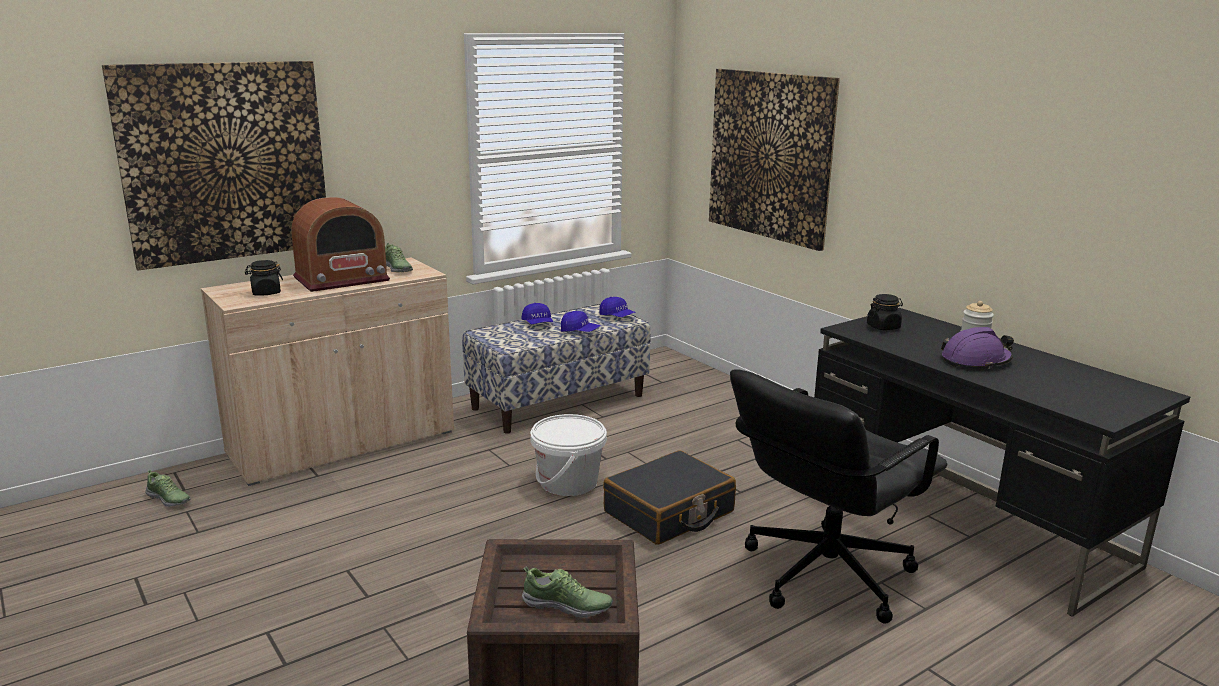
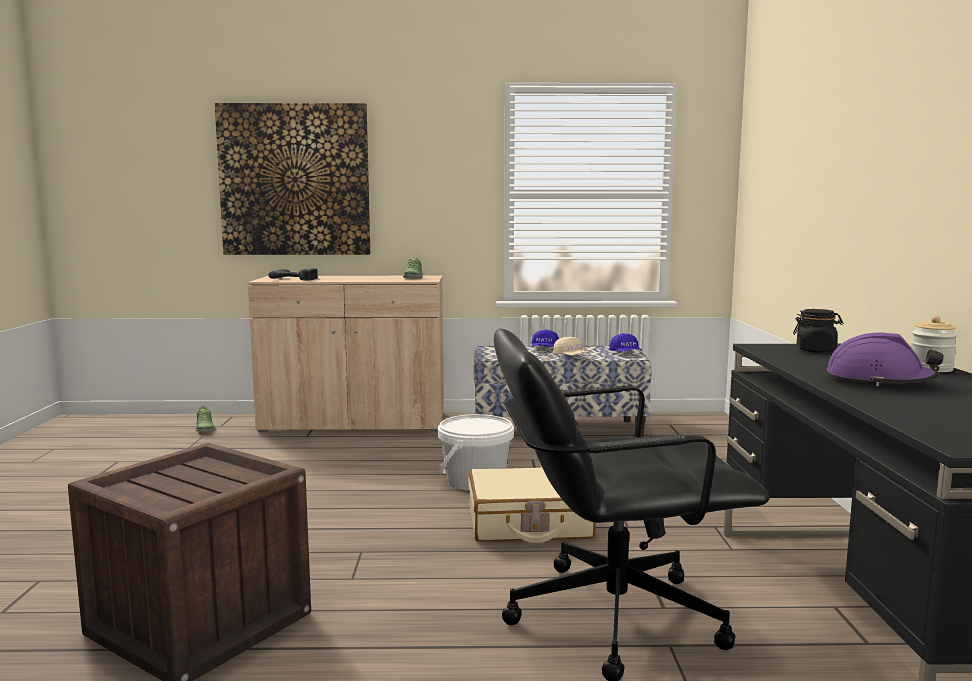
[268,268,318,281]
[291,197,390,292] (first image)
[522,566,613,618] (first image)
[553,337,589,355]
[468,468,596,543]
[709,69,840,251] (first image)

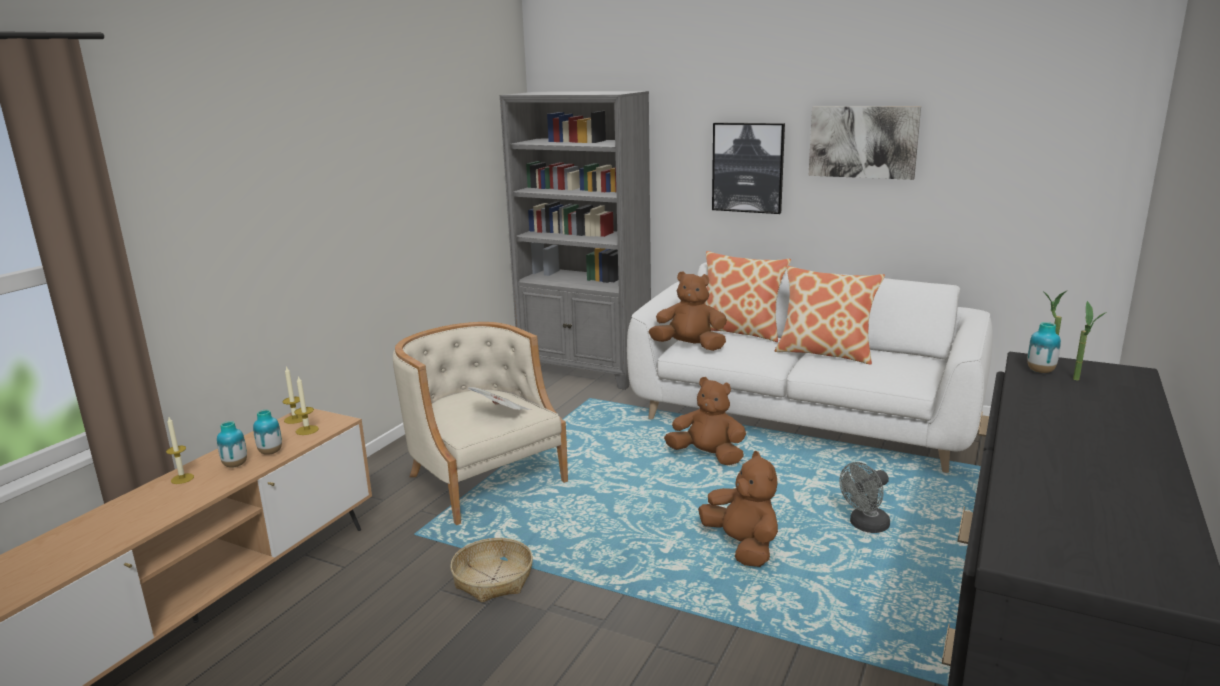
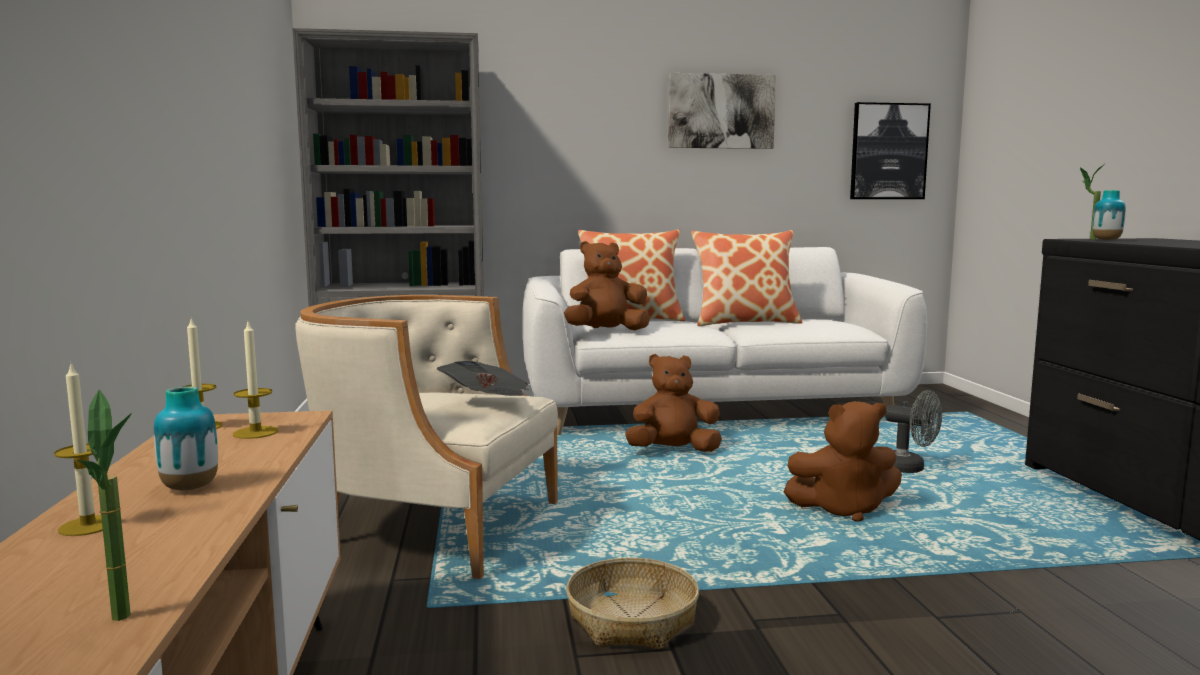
[253,410,282,455] (first image)
[784,401,902,522]
[850,102,931,199]
[885,390,942,473]
[77,390,132,621]

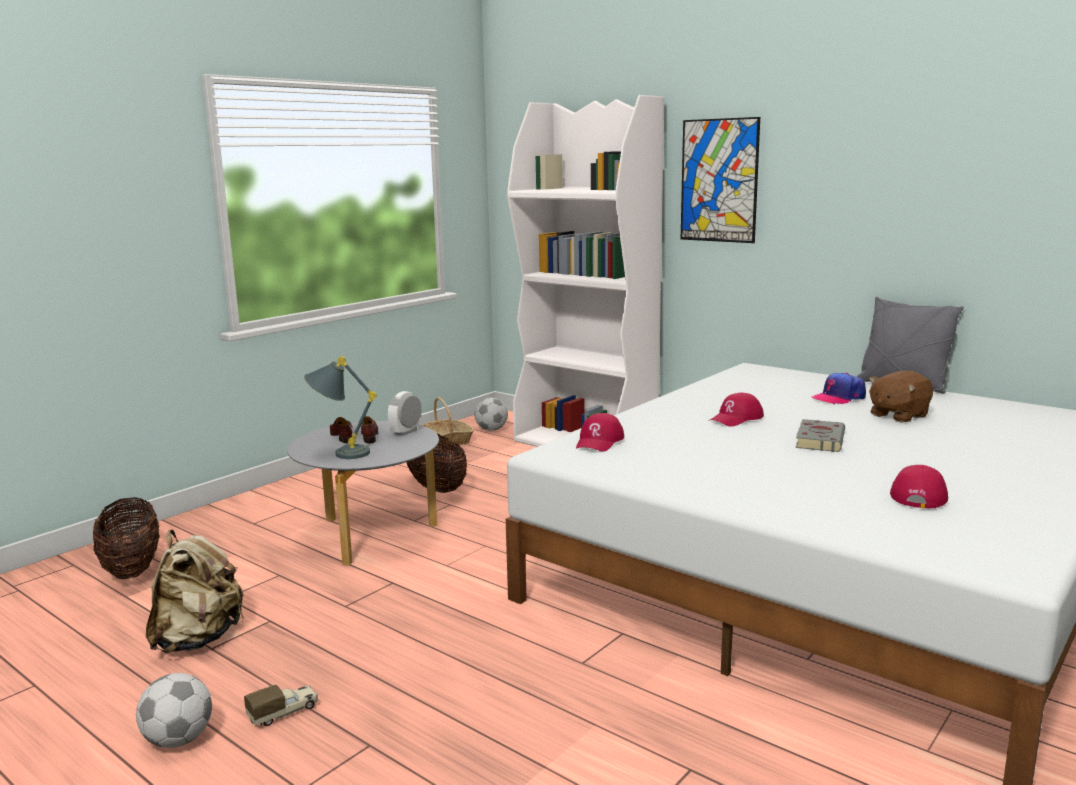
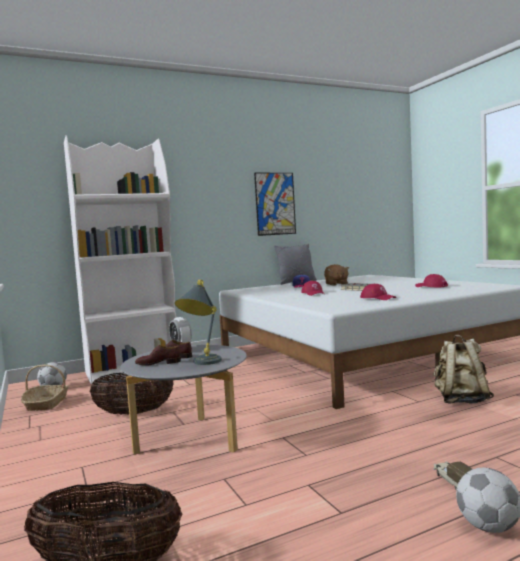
[434,335,494,404]
[360,284,396,300]
[254,173,296,236]

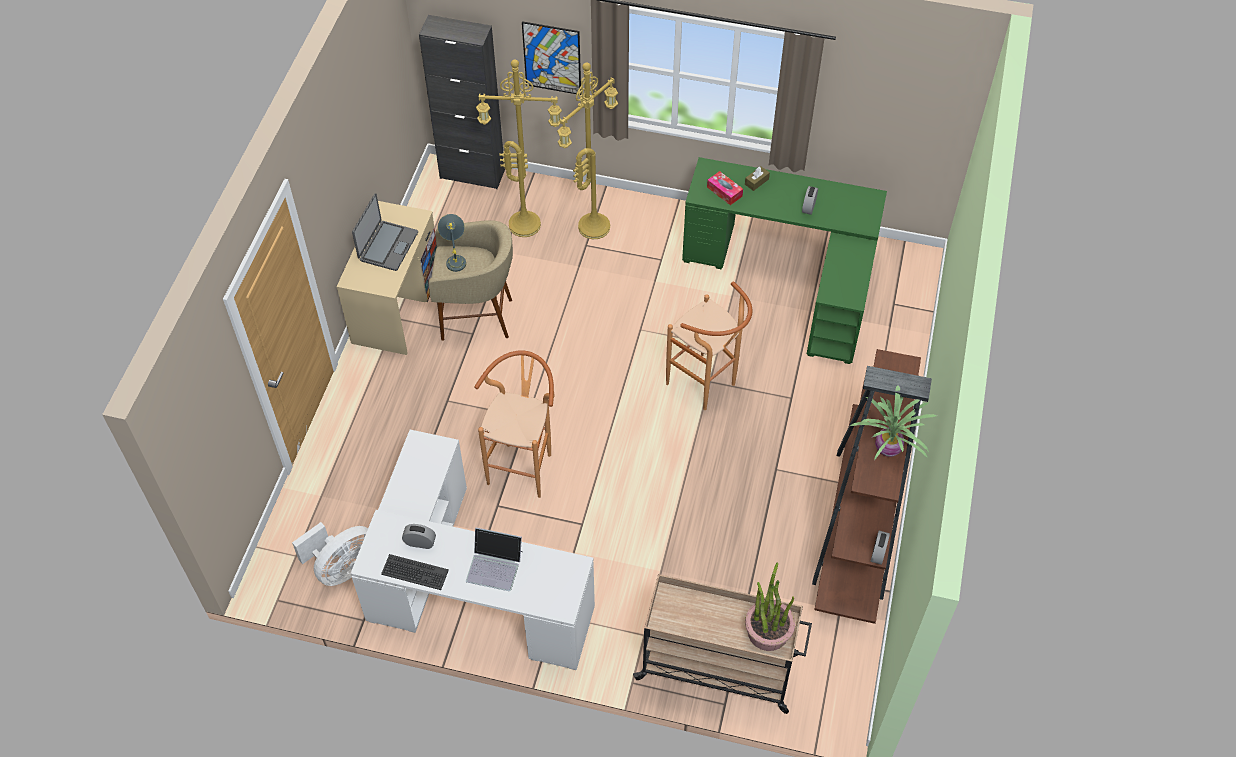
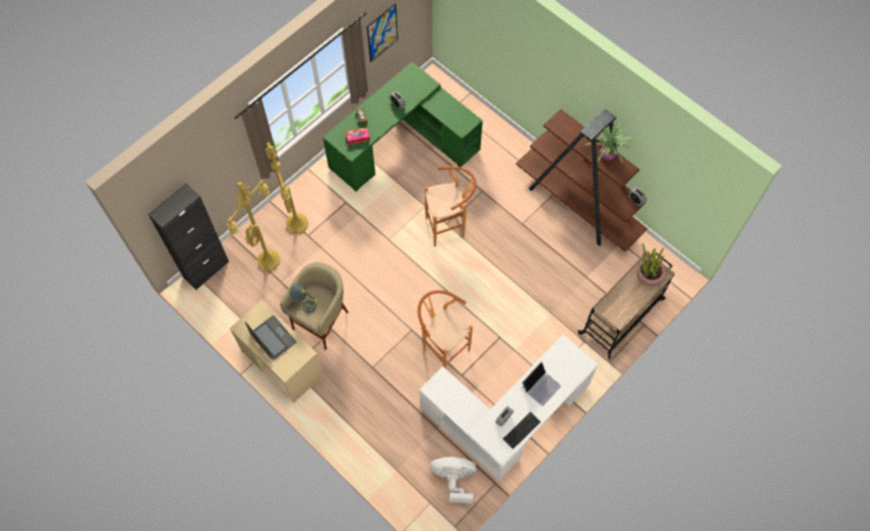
[430,457,476,503]
[367,4,398,62]

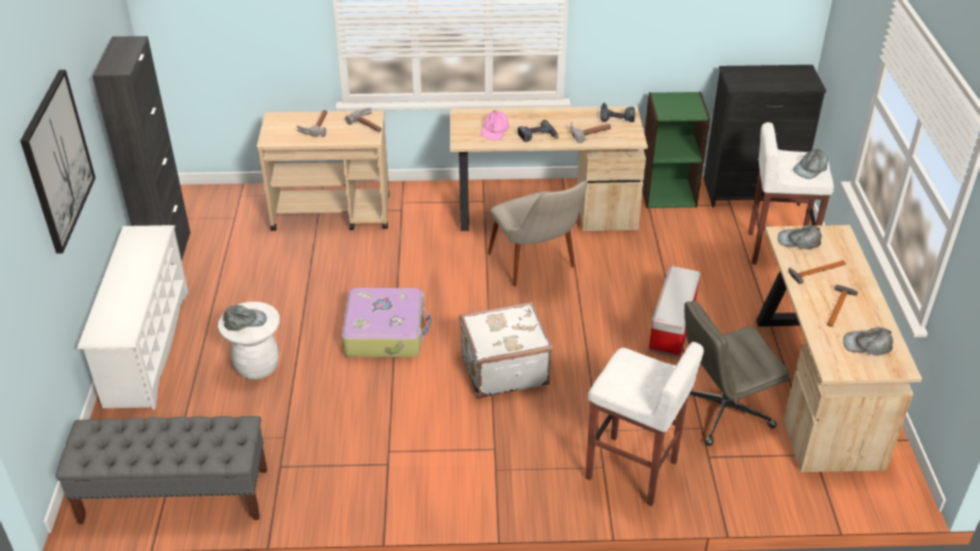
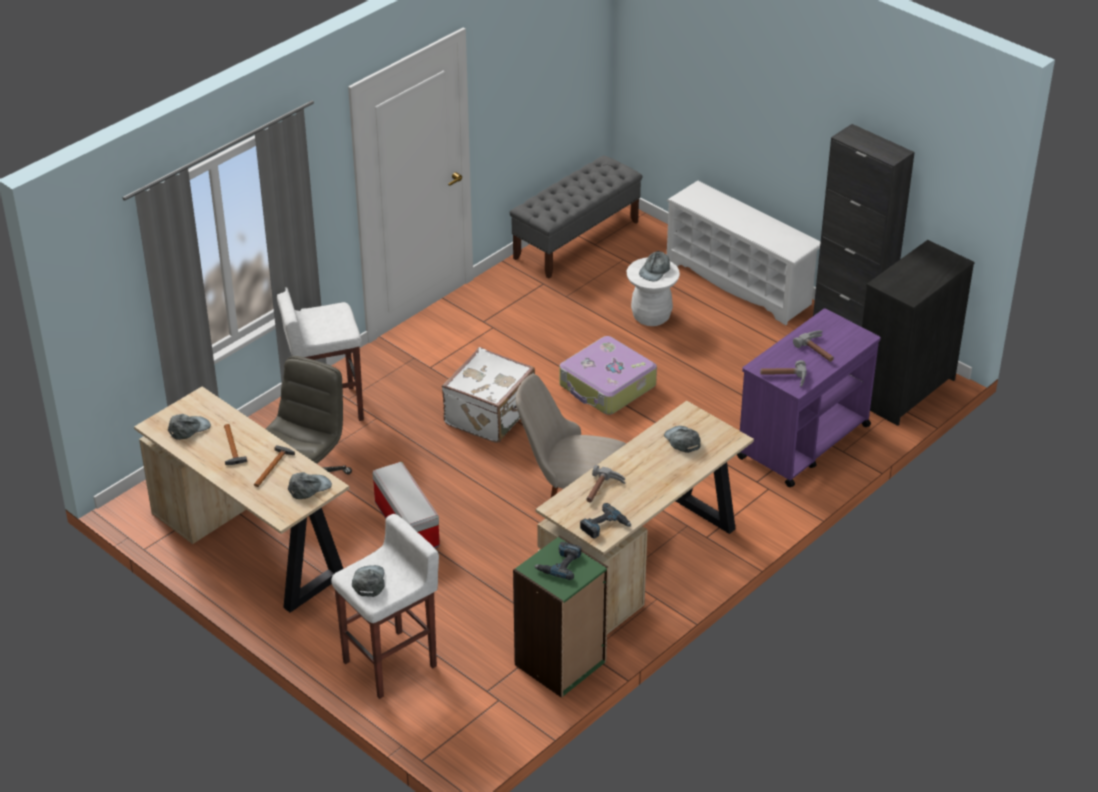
[20,70,96,254] (first image)
[737,308,881,487]
[664,426,701,453]
[534,542,581,580]
[862,240,975,426]

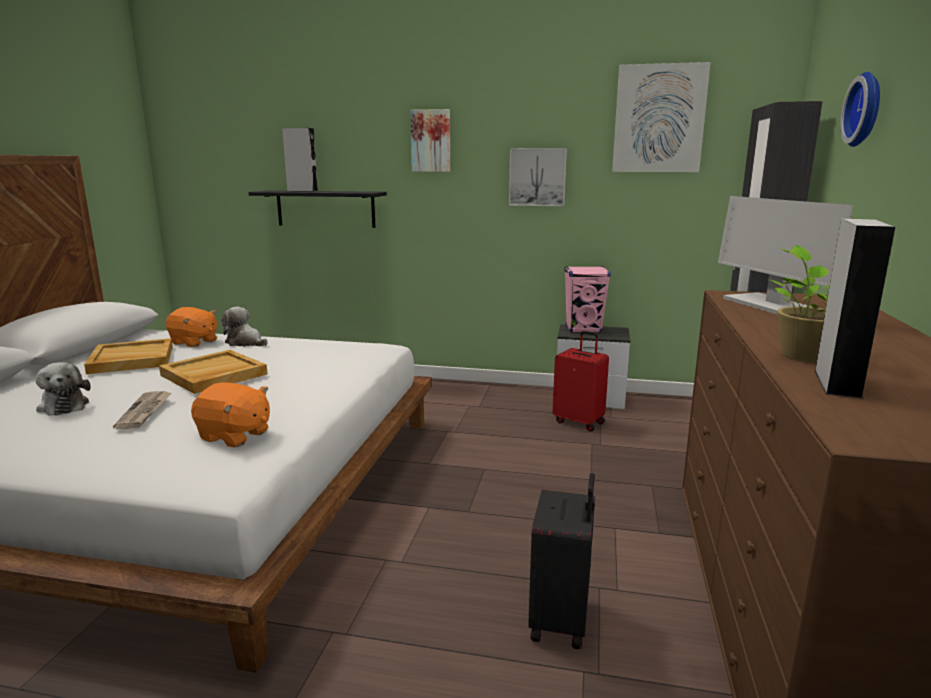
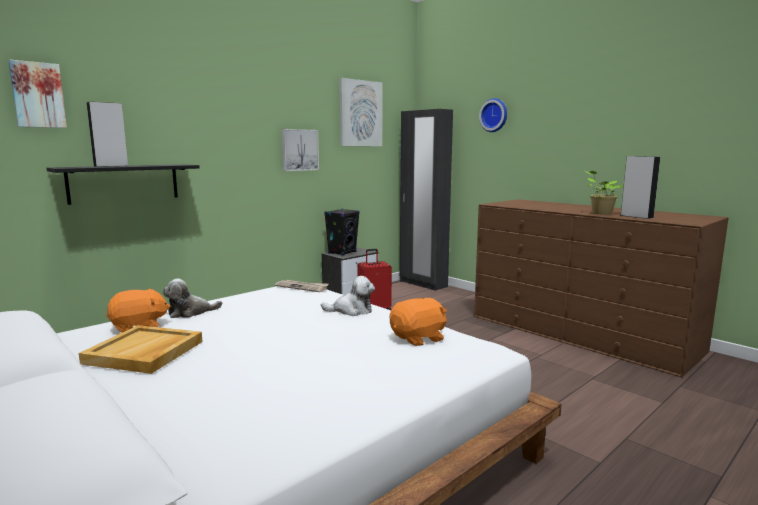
[321,276,375,316]
[275,280,329,292]
[159,350,268,394] (first image)
[8,59,67,128]
[528,473,595,649] (first image)
[324,209,360,256]
[718,196,853,314] (first image)

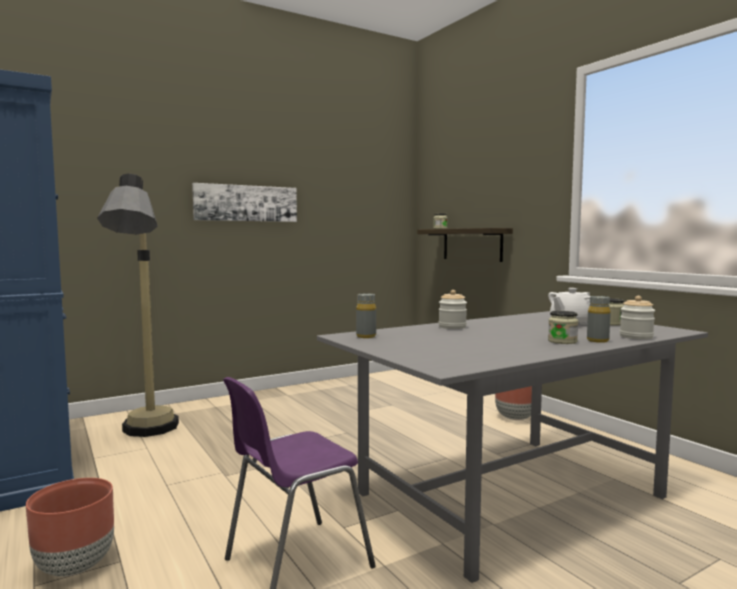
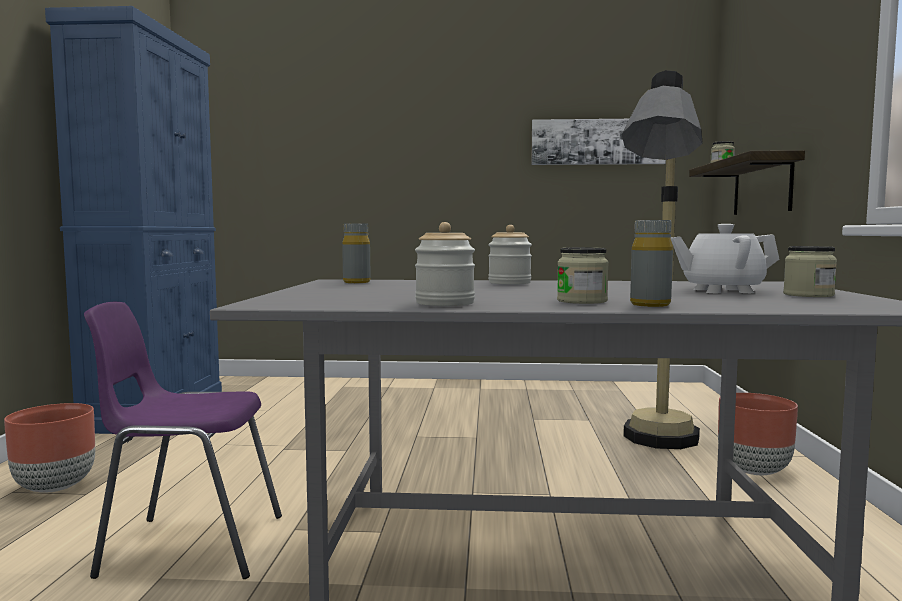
[621,70,703,449]
[531,119,666,165]
[415,222,475,306]

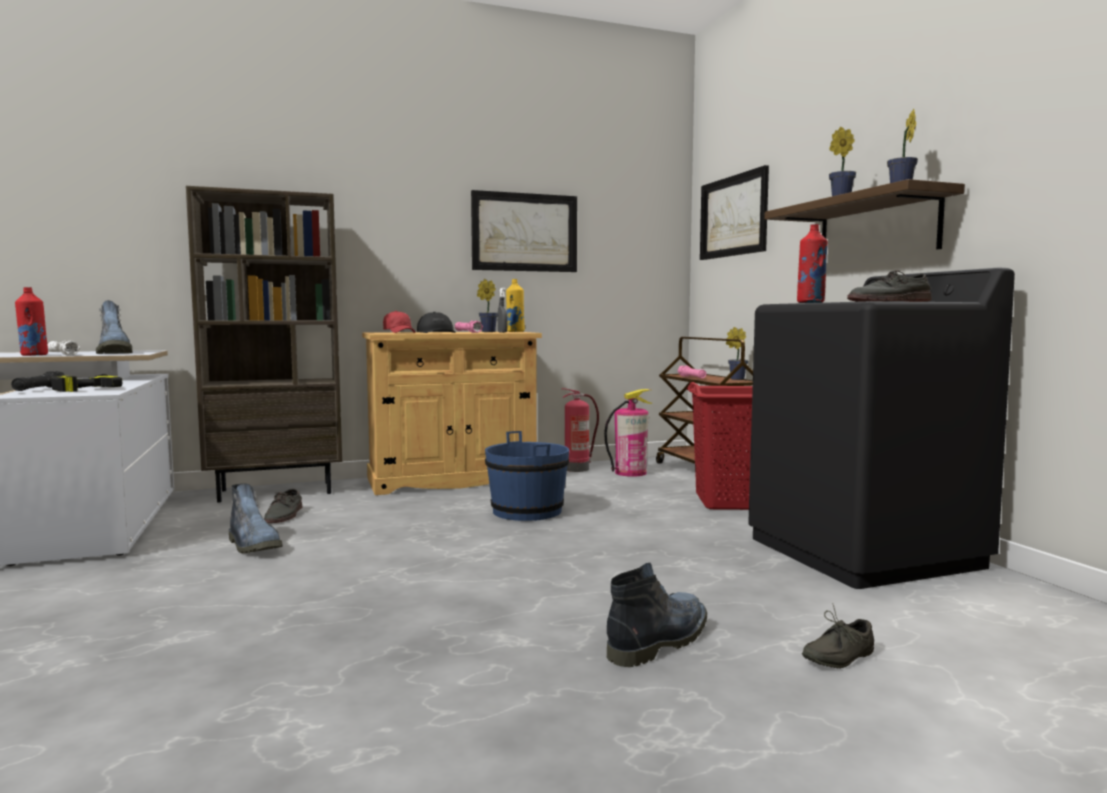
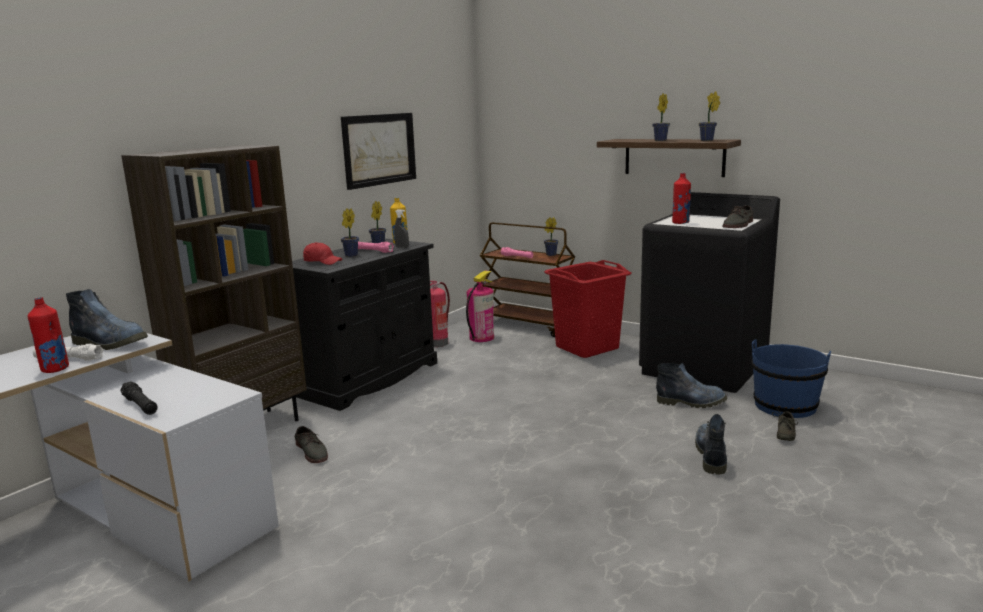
[51,374,122,392] (first image)
[656,363,727,408]
[292,238,437,411]
[341,208,359,257]
[751,339,831,418]
[700,165,769,260] (first image)

